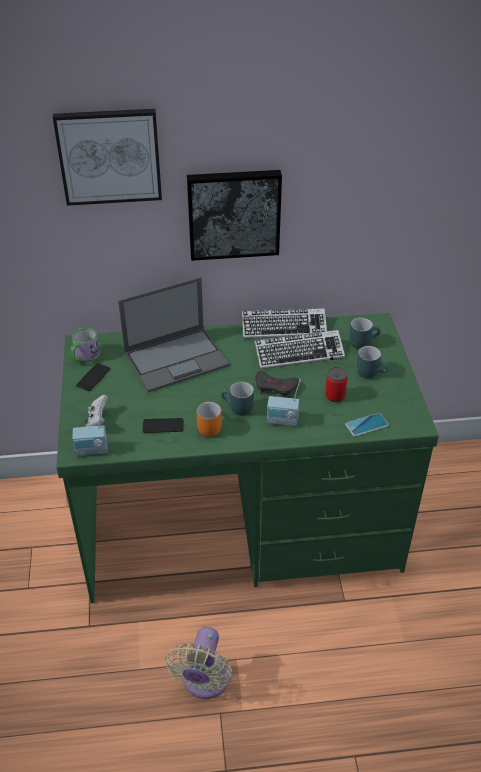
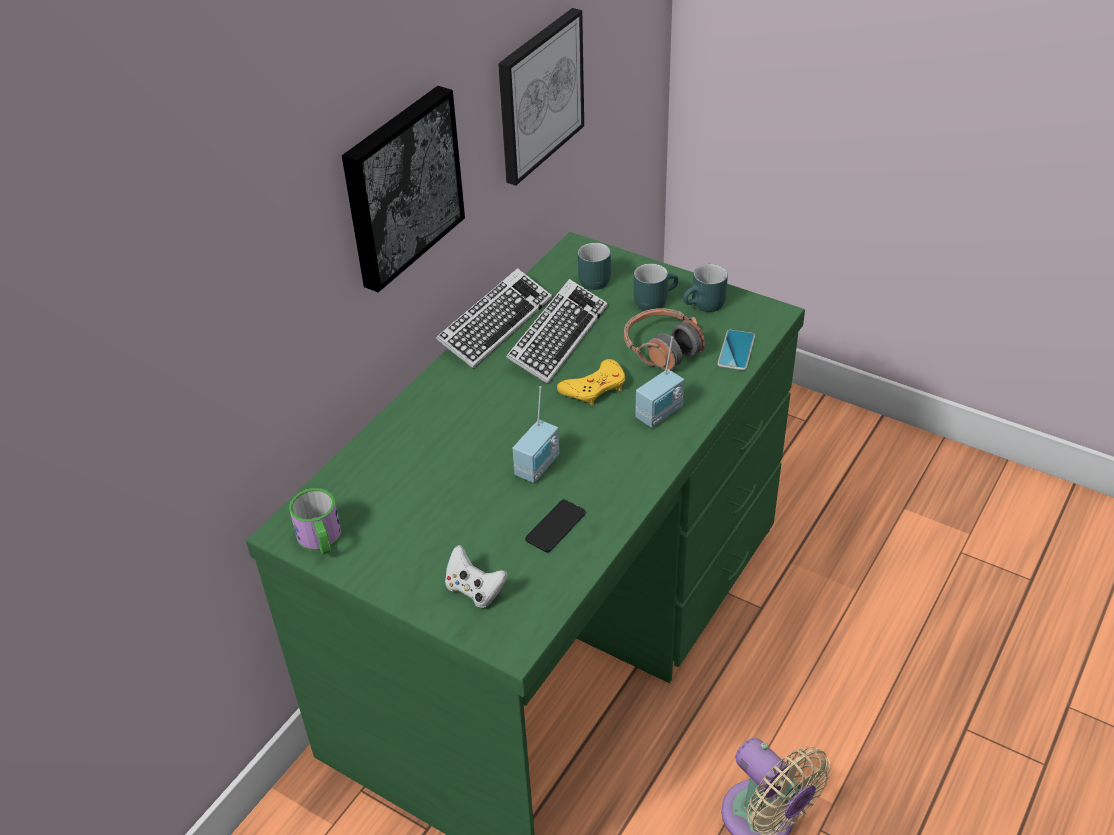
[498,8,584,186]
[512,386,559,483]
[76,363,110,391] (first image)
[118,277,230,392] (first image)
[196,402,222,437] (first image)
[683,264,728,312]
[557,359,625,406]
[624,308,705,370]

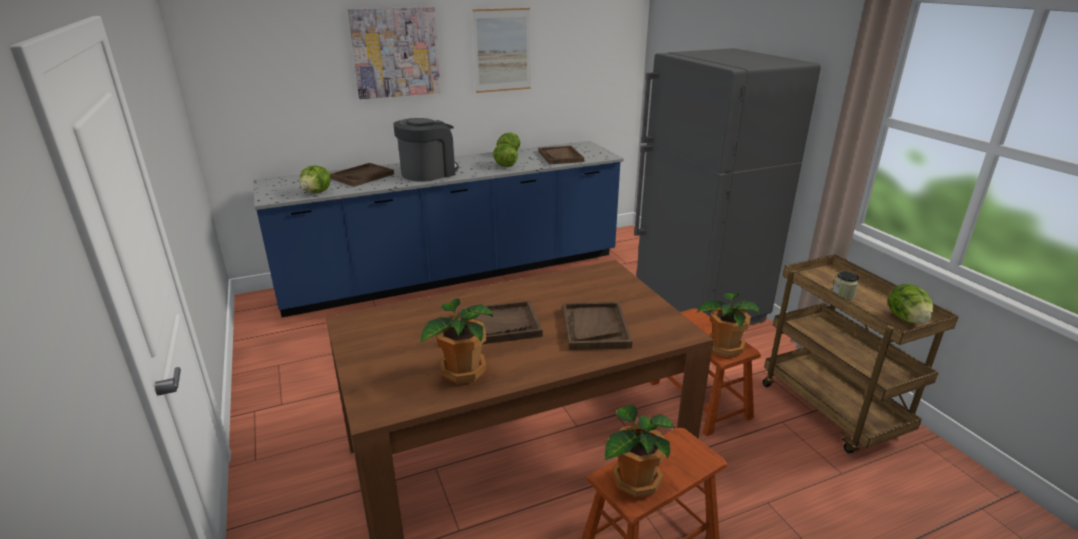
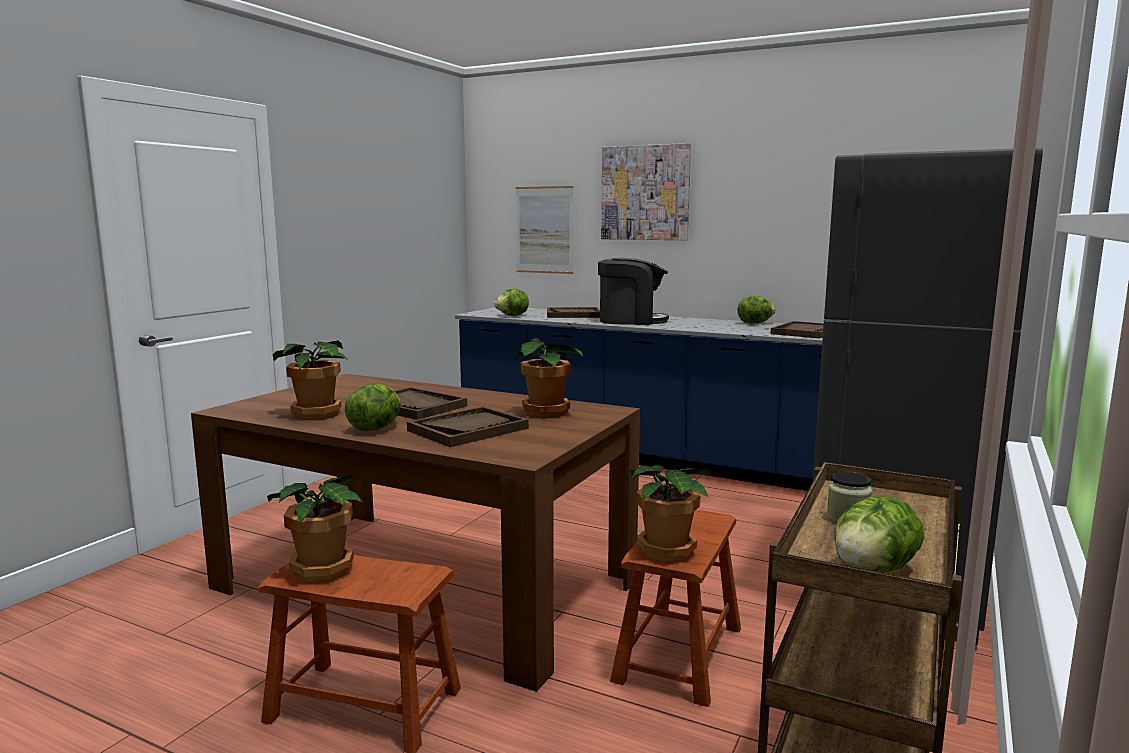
[516,186,573,274]
[345,384,400,431]
[514,338,583,418]

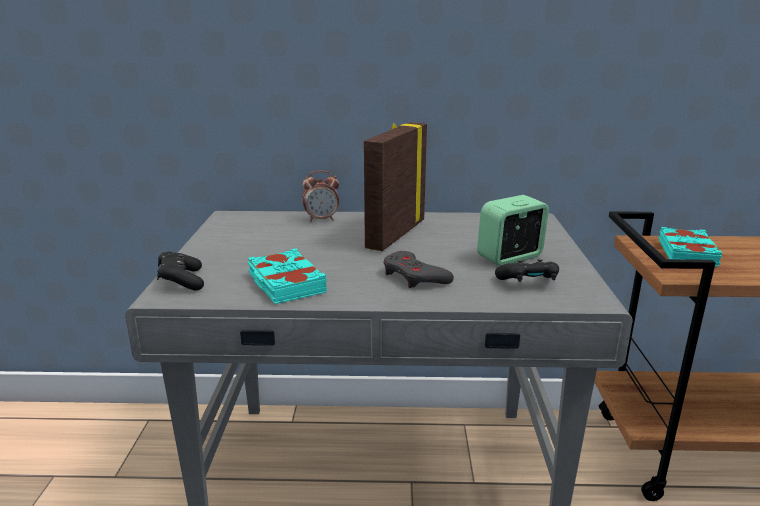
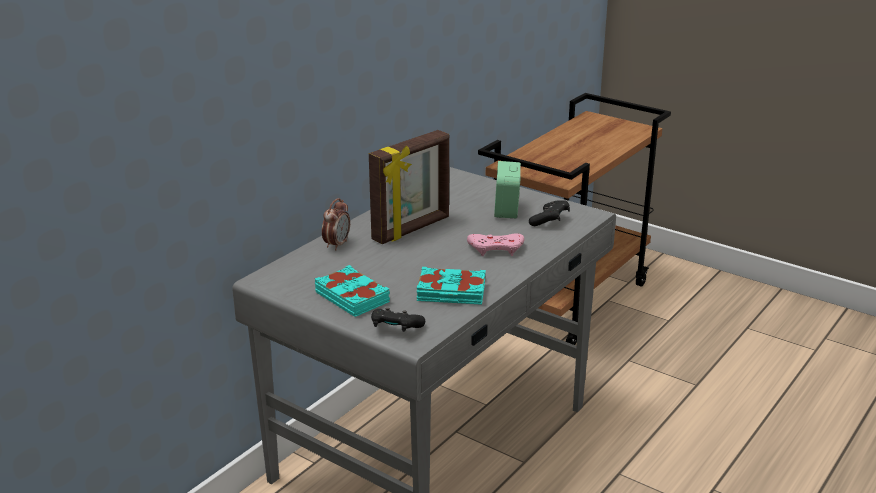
[369,130,449,244]
[467,234,524,256]
[315,265,390,317]

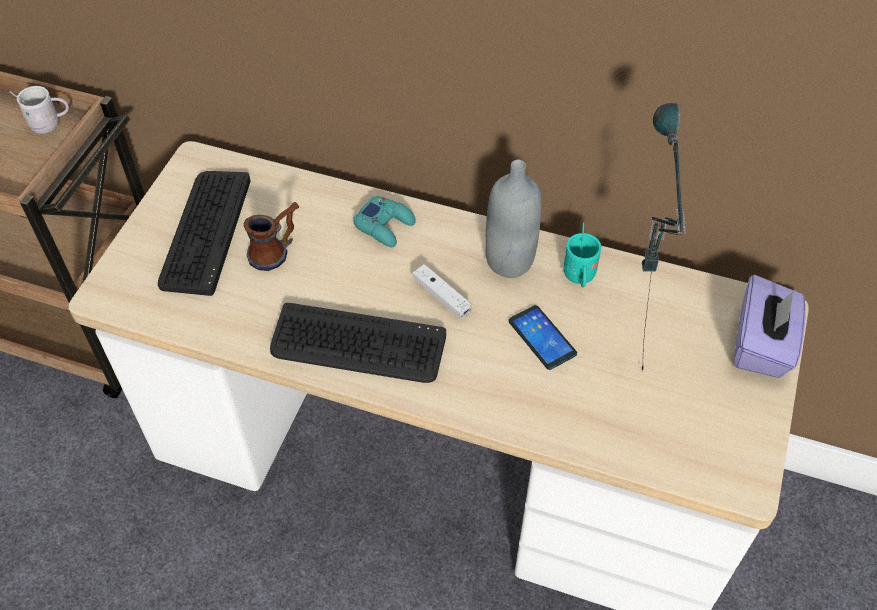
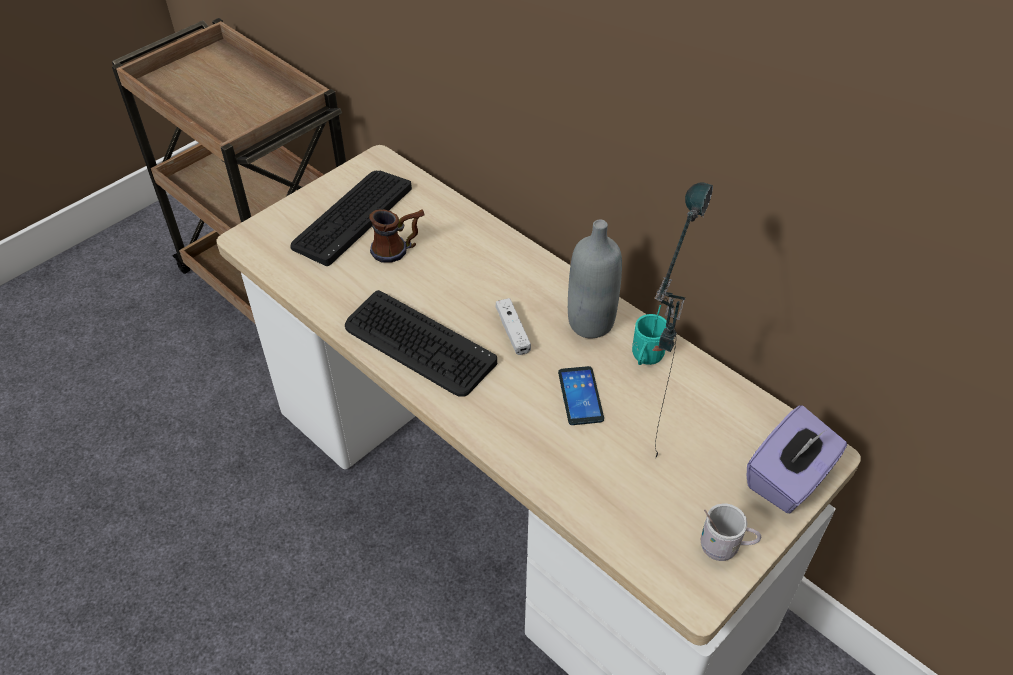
[700,503,761,561]
[353,196,416,247] (first image)

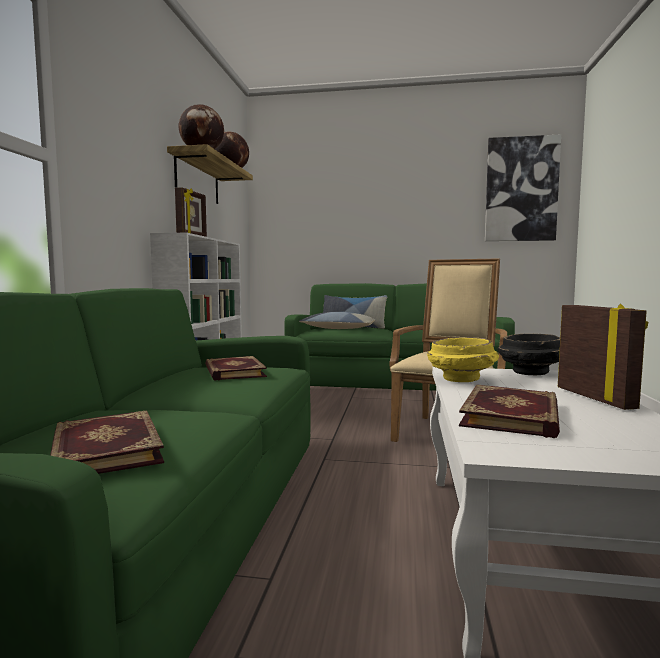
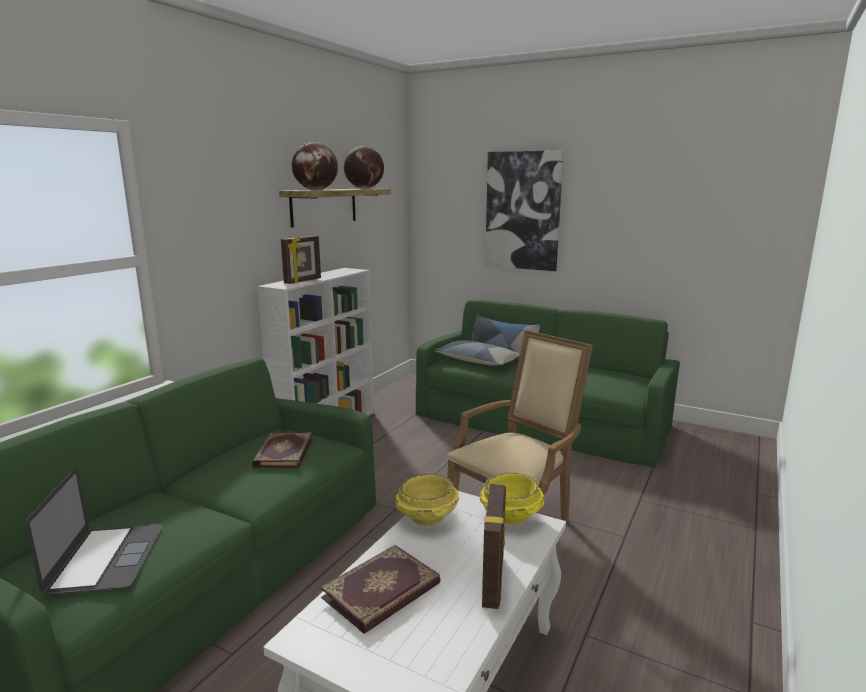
[25,467,163,595]
[485,150,564,271]
[480,473,544,525]

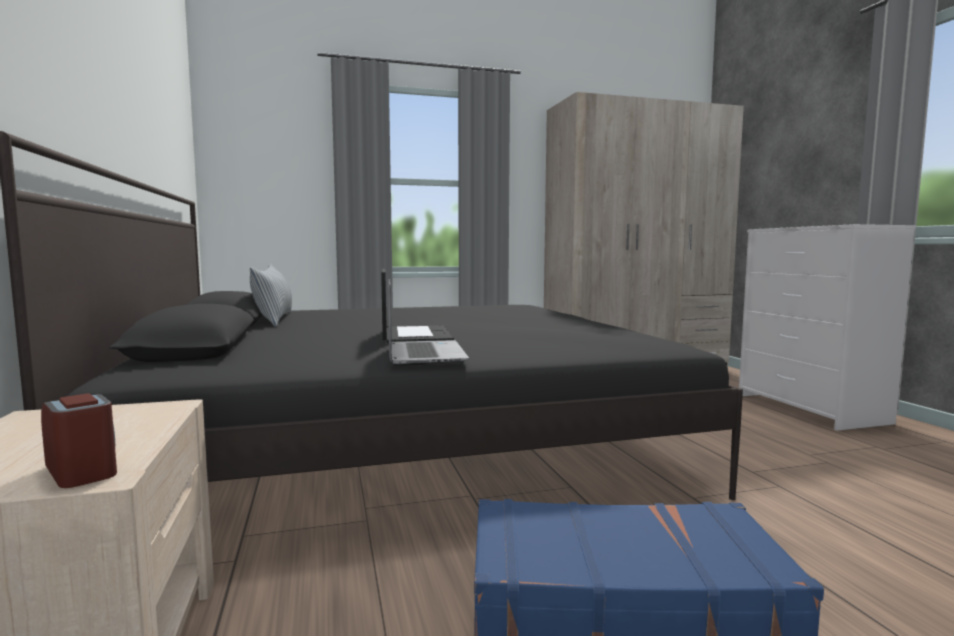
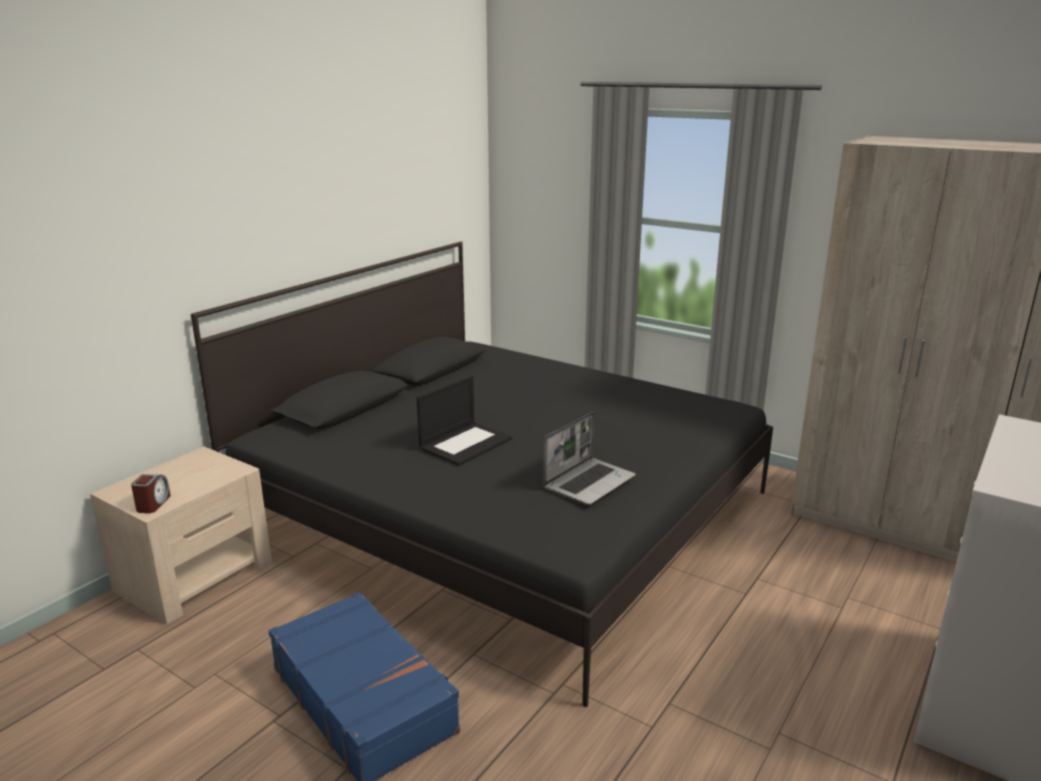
[250,264,292,327] (first image)
[543,412,635,505]

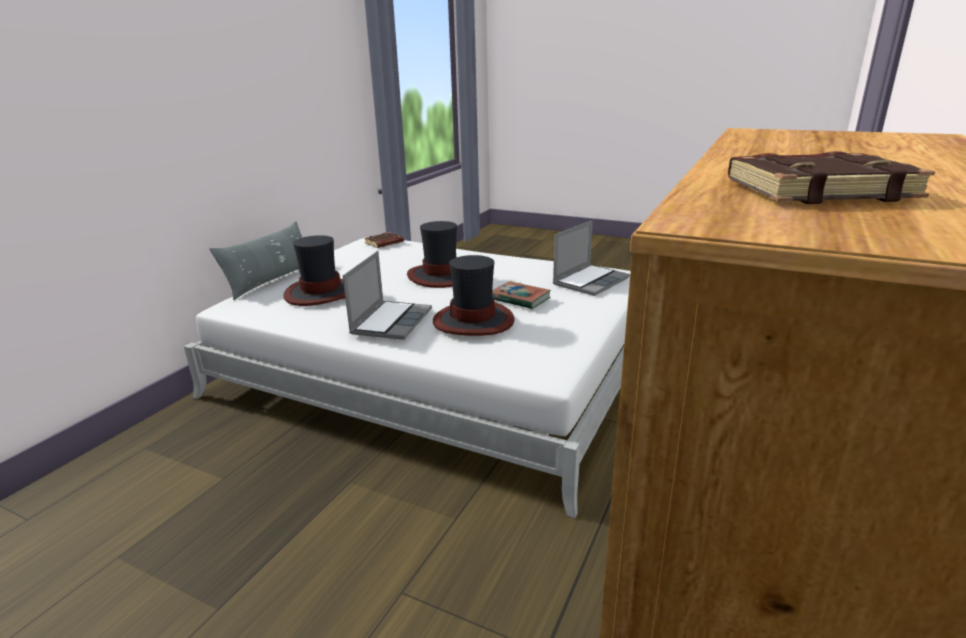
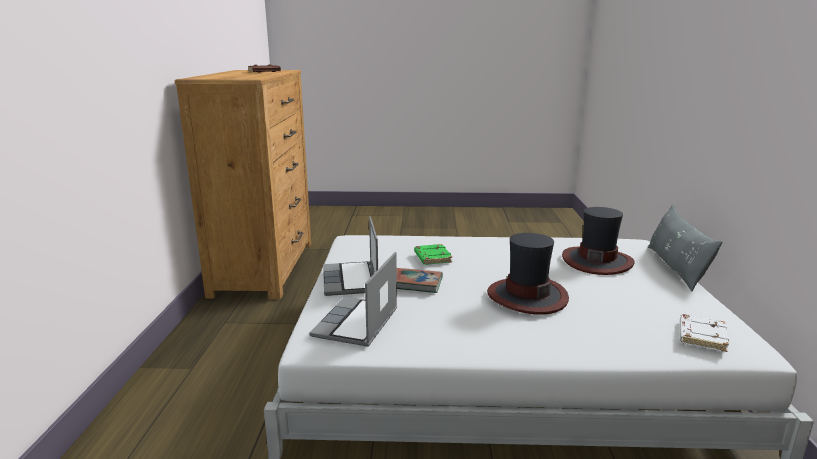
[323,216,378,296]
[680,314,729,352]
[414,244,452,265]

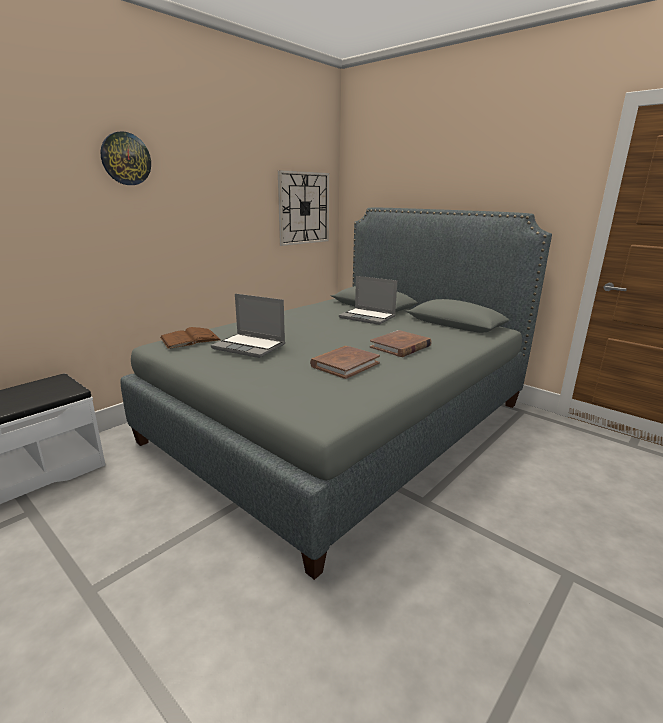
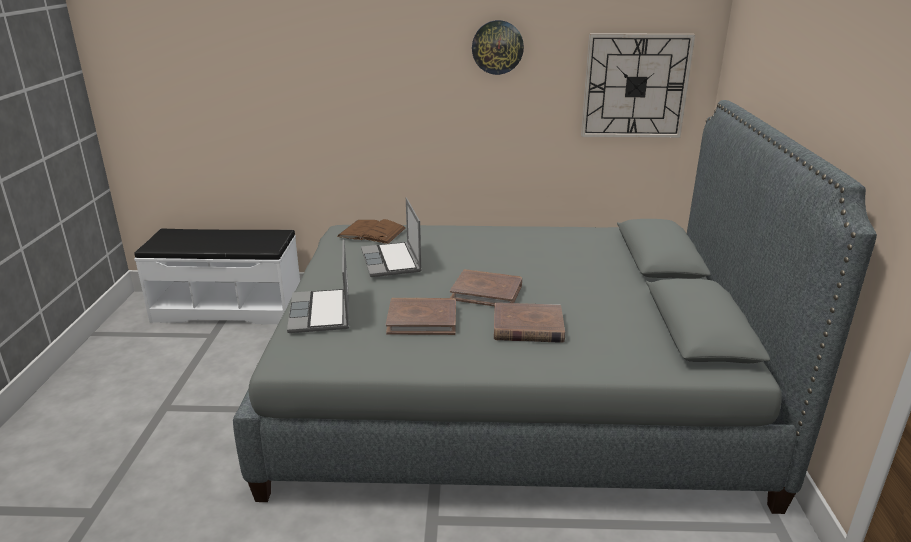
[472,20,524,75]
[287,240,349,333]
[450,269,522,306]

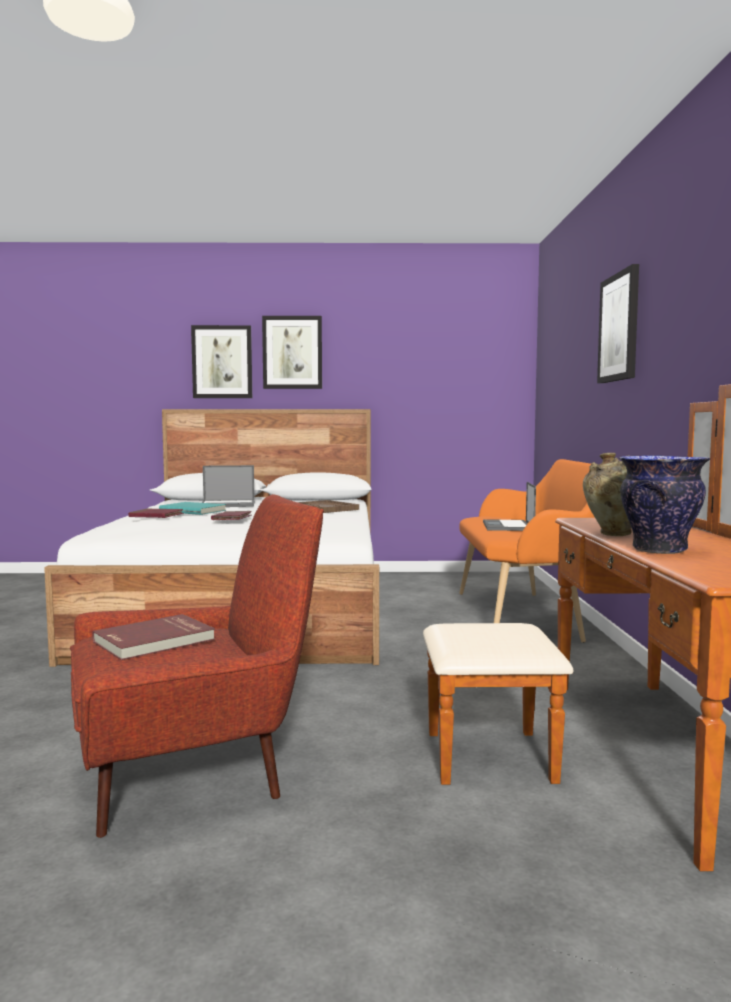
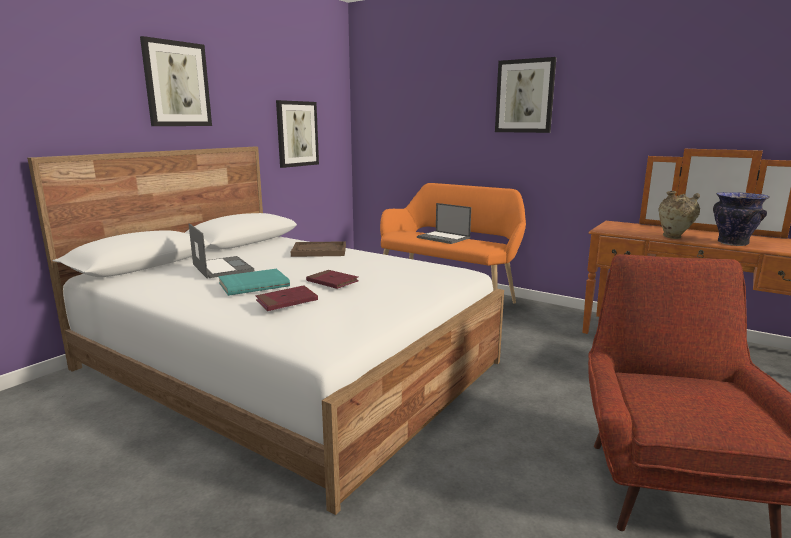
[92,614,215,660] (first image)
[276,100,319,168]
[189,223,254,279]

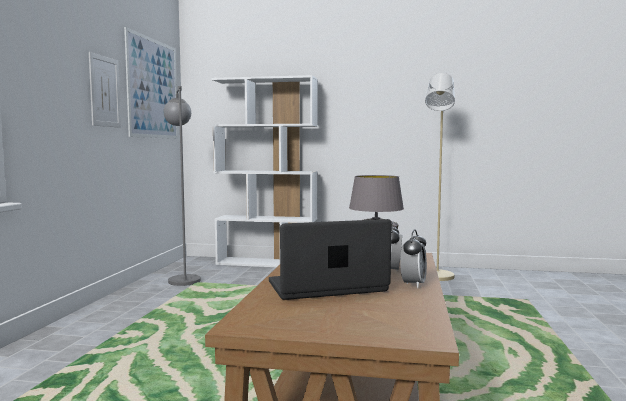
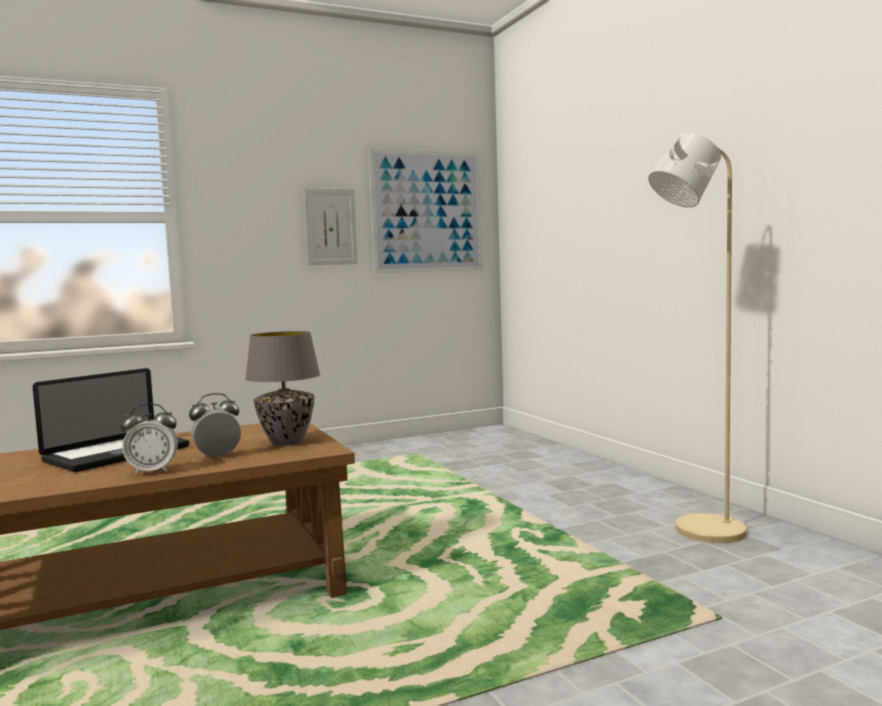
[163,86,201,286] (first image)
[212,75,318,267] (first image)
[33,368,189,472]

